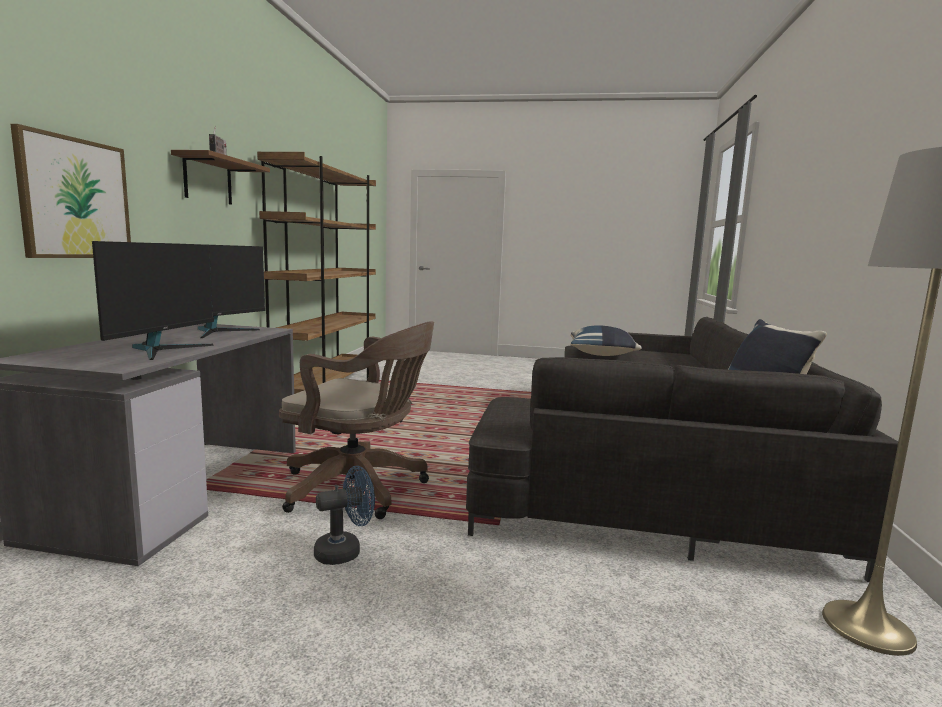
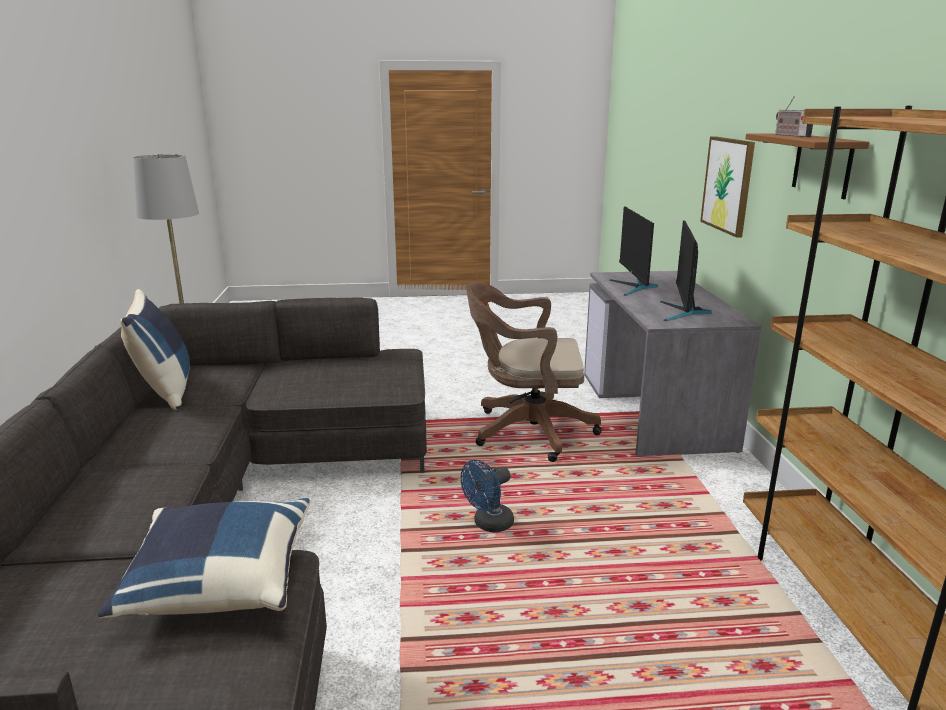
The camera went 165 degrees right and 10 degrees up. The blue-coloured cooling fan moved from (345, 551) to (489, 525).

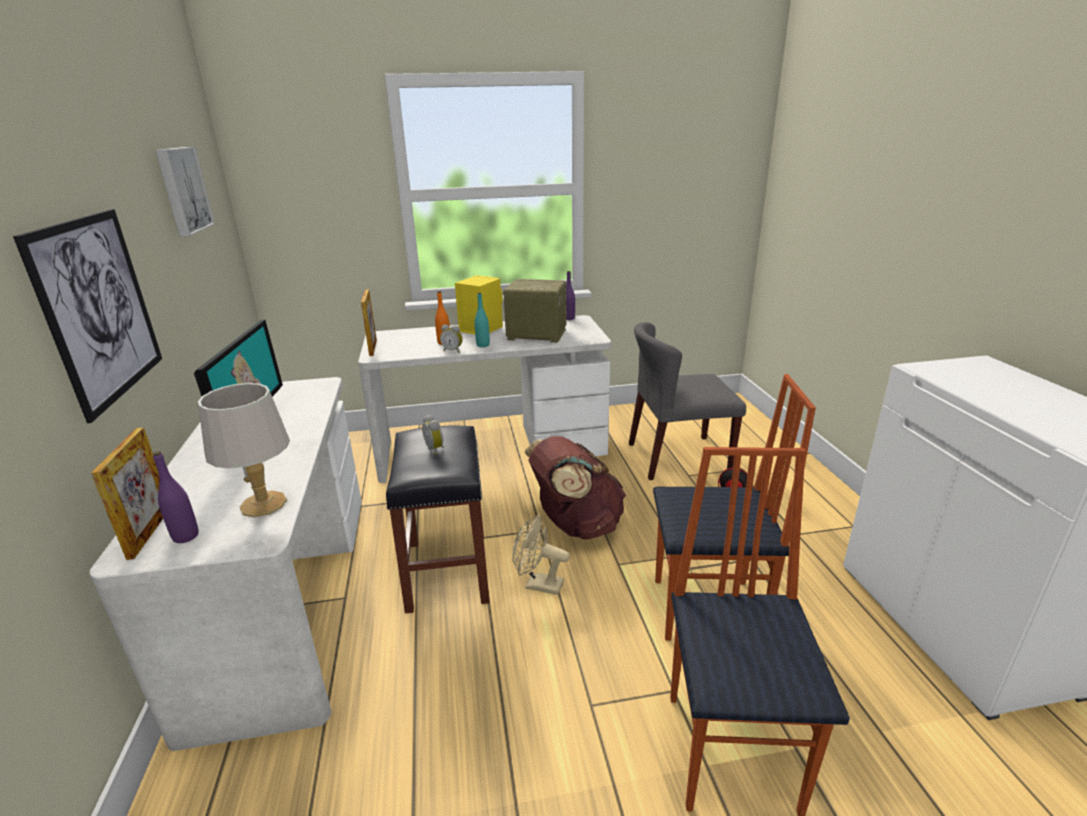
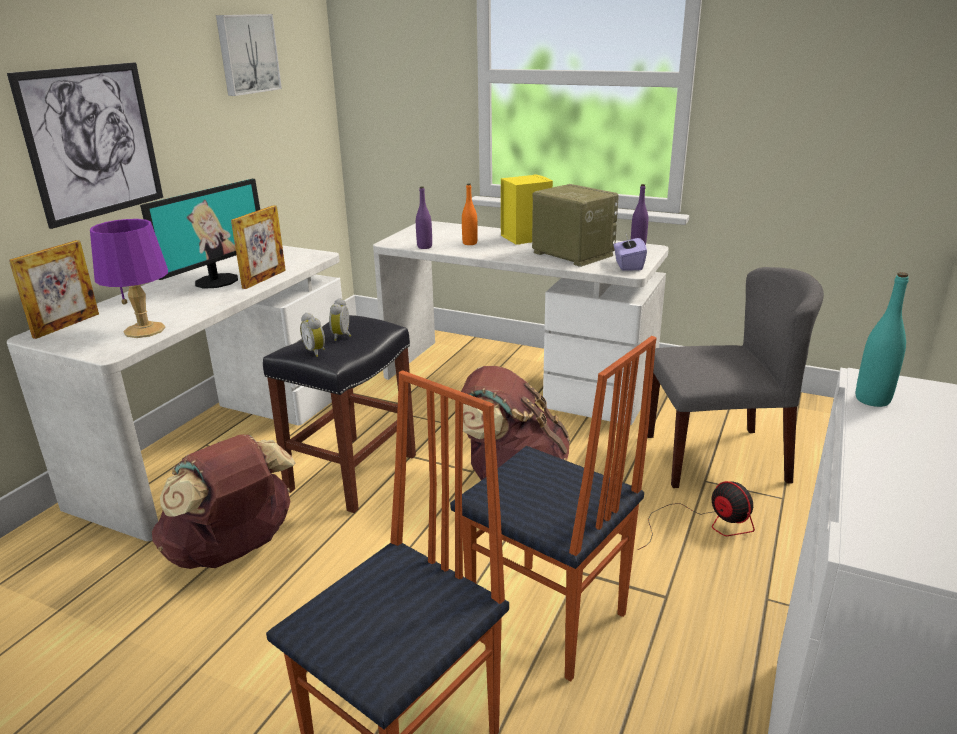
The camera went 35 degrees right and 0 degrees up. The gray lamp for a table at (264, 503) became the purple-coloured lamp for a table at (145, 330). The brown-coloured rucksack at (233, 551) appeared. The picture frame moved from (373, 347) to (264, 279). The alarm clock moved from (453, 350) to (316, 351). The purple-coloured bottle moved from (186, 536) to (424, 247). The purple-coloured tissue box at (628, 265) appeared. The gray plain chair at (677, 457) turned 150 degrees clockwise. The turquoise bottle moved from (483, 345) to (872, 399). The beige-coloured cooling fan at (538, 584) disappeared.

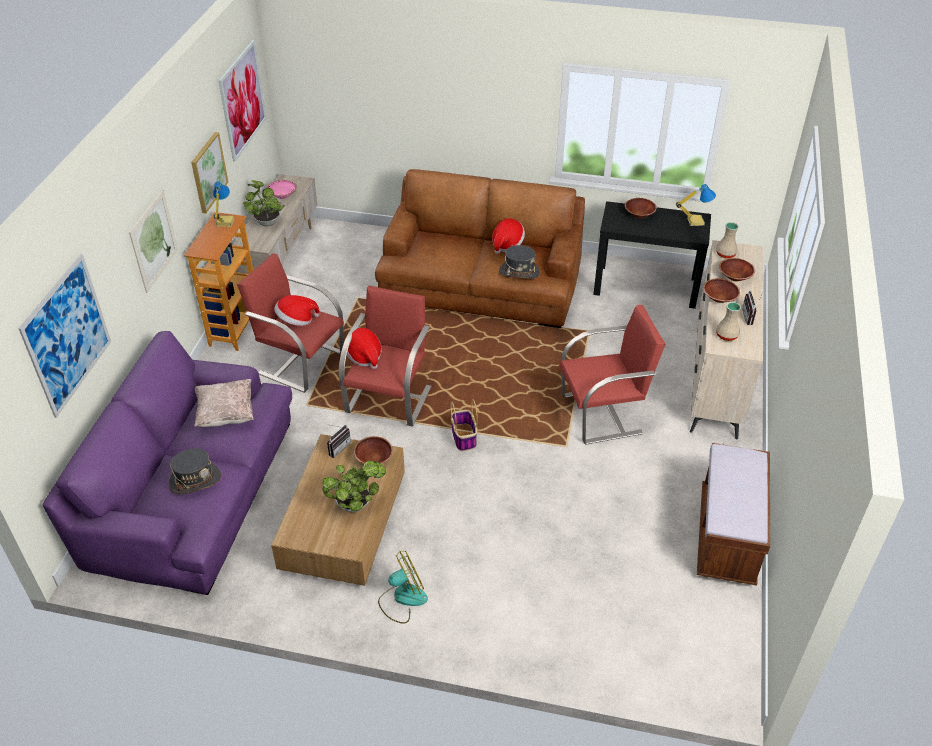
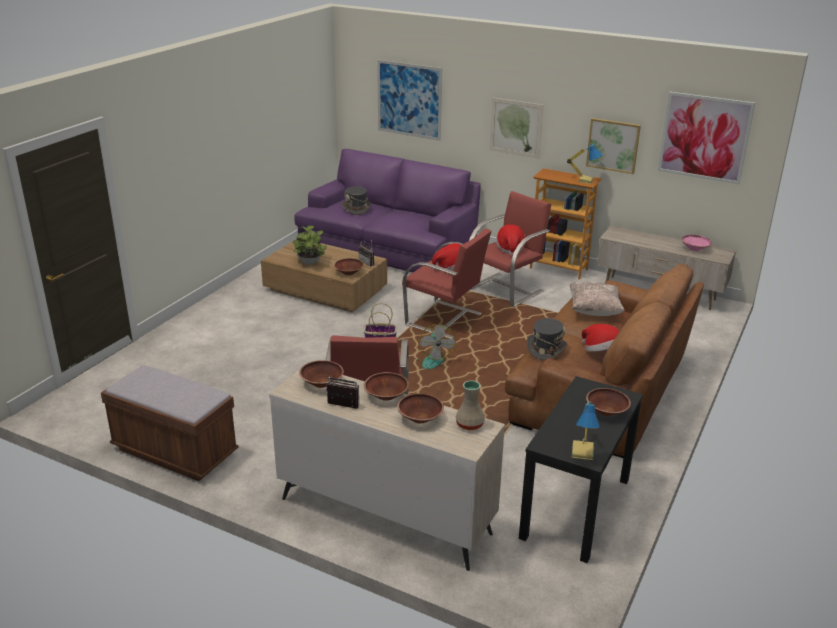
The camera went 105 degrees right and 15 degrees down. The beige-coloured vase at (727, 336) was replaced by the brown-coloured bowl at (321, 383). The cooling fan moved from (402, 599) to (431, 359). The beige-coloured cushion moved from (226, 414) to (594, 311). The plant in a pot at (266, 221) disappeared.

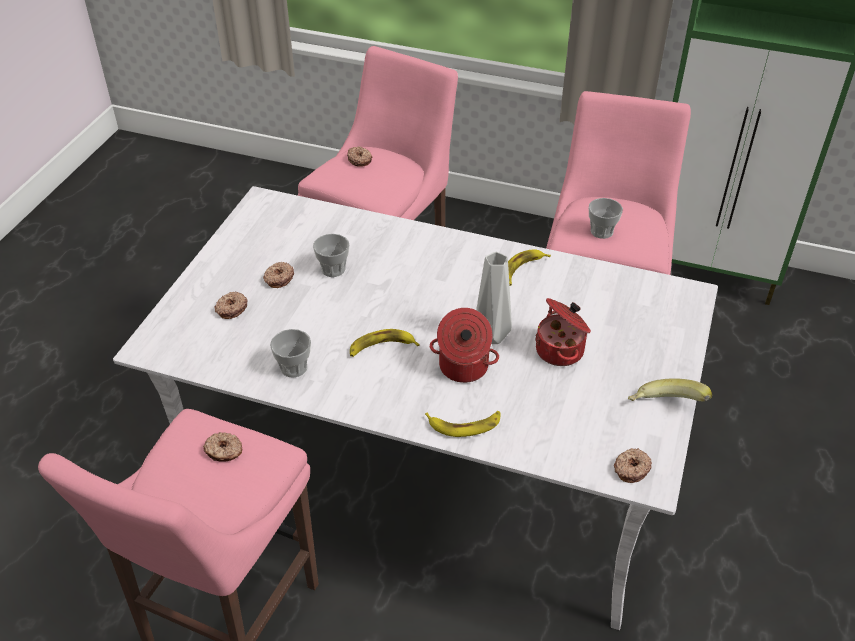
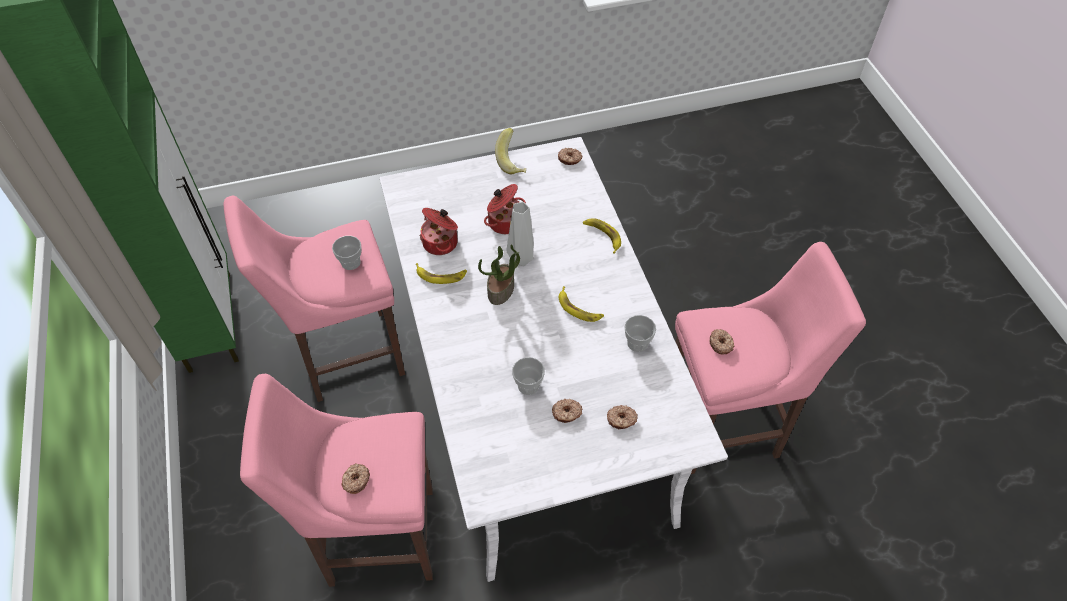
The camera went 125 degrees left and 10 degrees up. The cooking pot moved from (463, 367) to (441, 242). The plant in a pot at (501, 290) appeared.

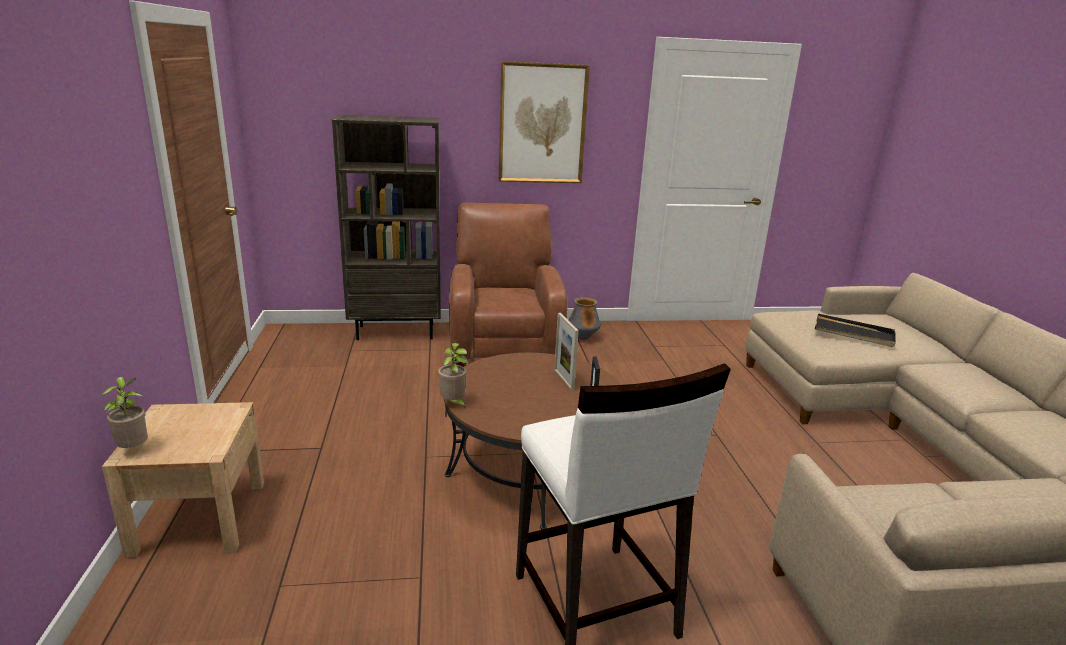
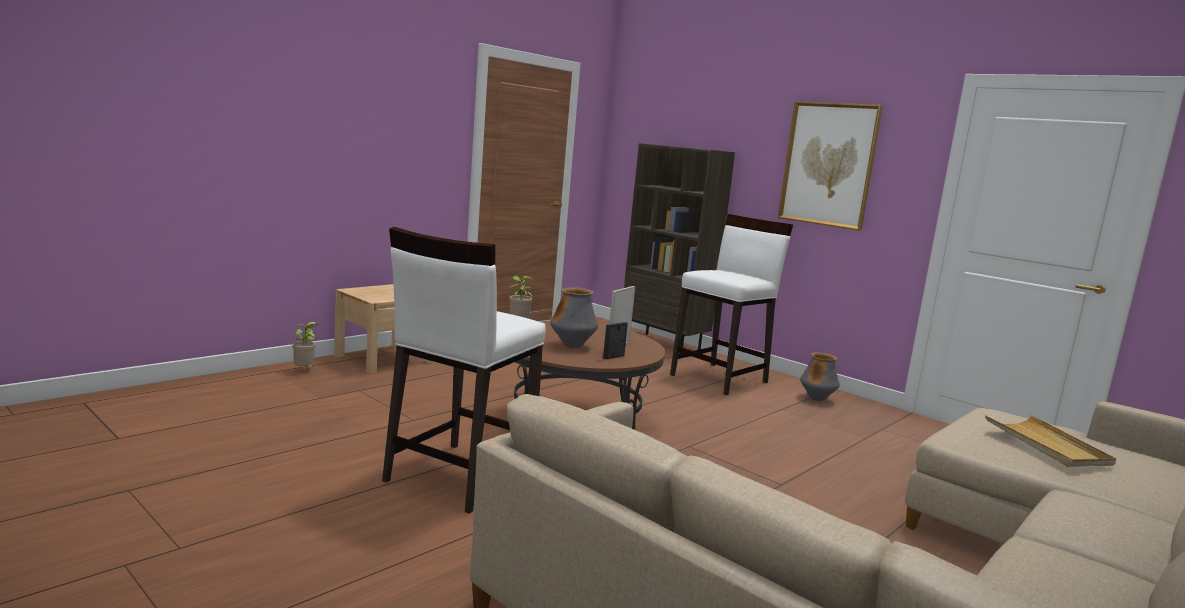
The camera went 50 degrees right and 10 degrees down. The plant in a pot moved from (134, 449) to (304, 370). The vase at (572, 346) appeared. The brown-coloured armchair at (504, 351) was replaced by the white stool at (720, 378). The black-coloured carrying tray at (854, 333) became the beige-coloured carrying tray at (1046, 445).

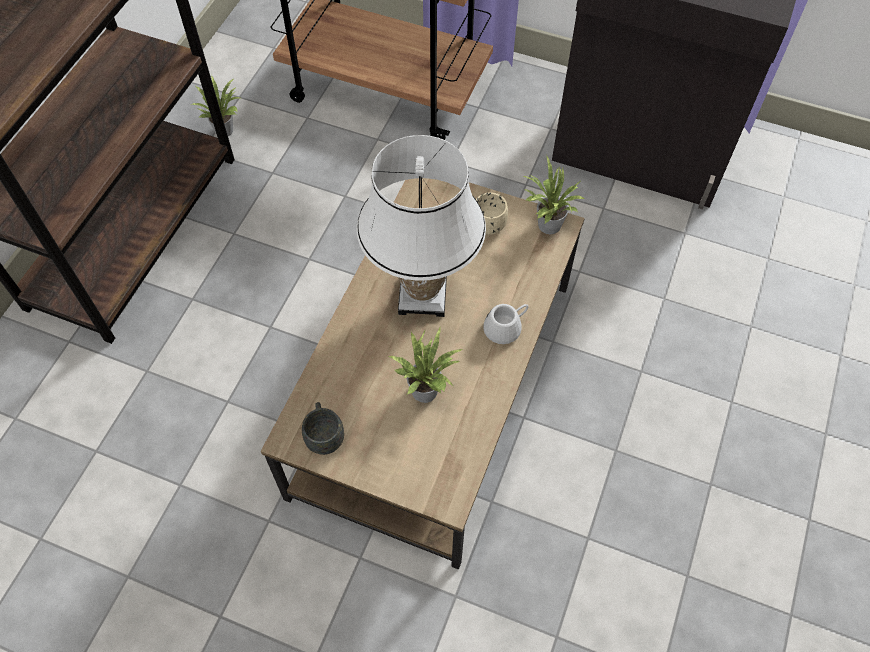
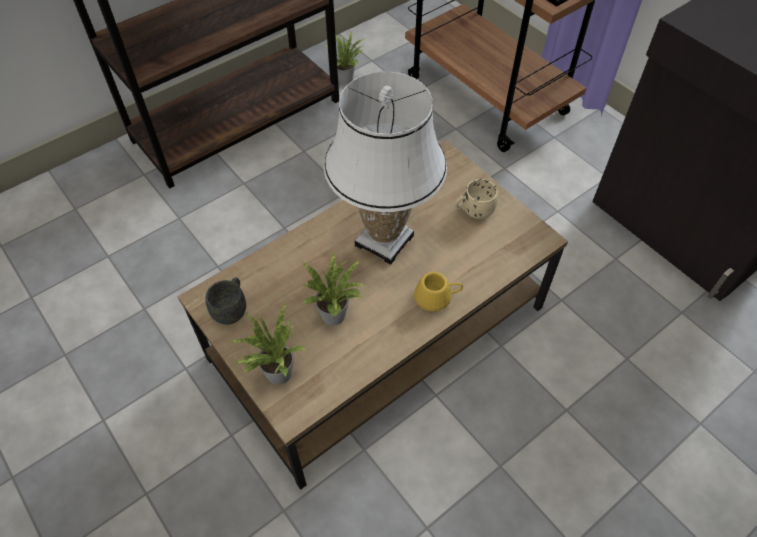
The camera went 30 degrees right and 5 degrees down. The plant in a pot moved from (546, 226) to (275, 372). The white tea mug at (506, 327) became the yellow-coloured tea mug at (437, 297).

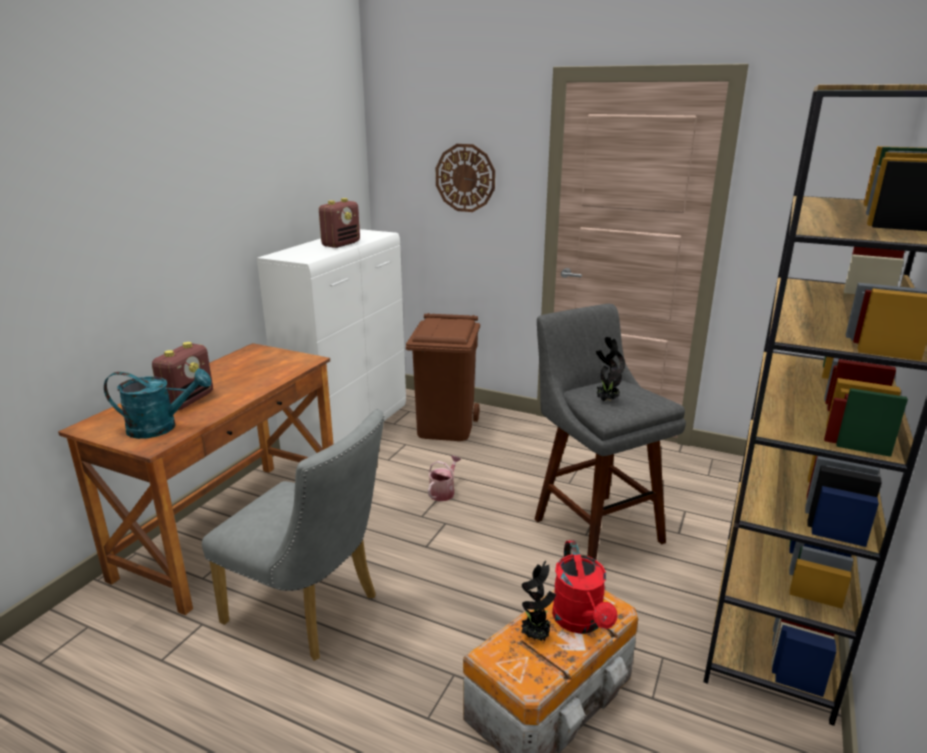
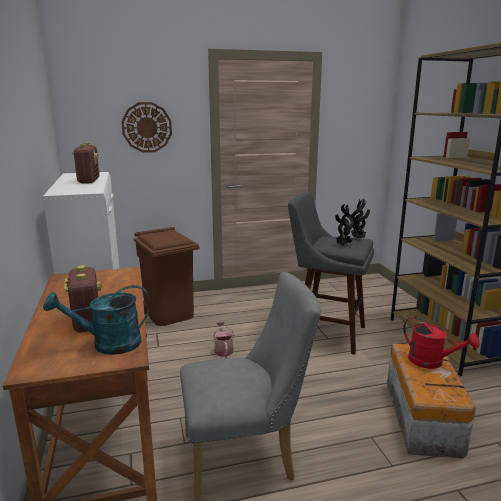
The camera went 40 degrees left and 5 degrees down. The turquoise watering pot at (161, 427) turned 150 degrees counterclockwise. The plant in a pot moved from (536, 636) to (358, 239).

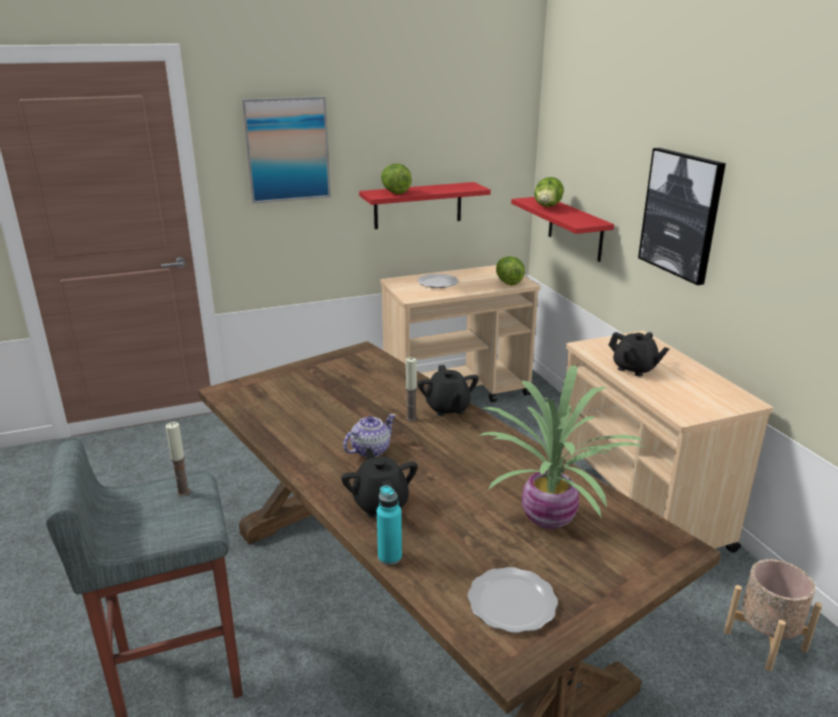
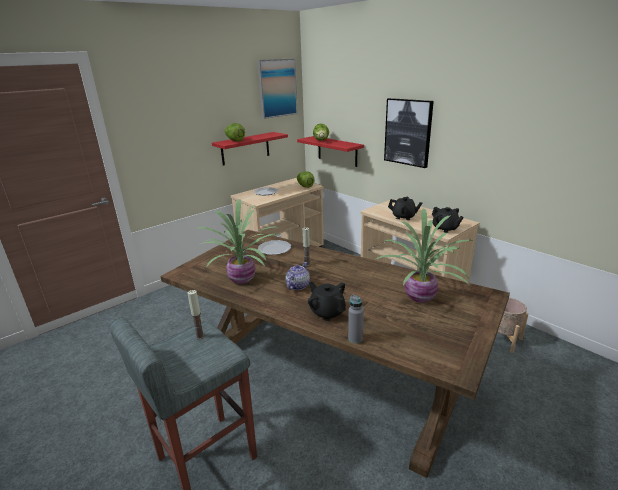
The camera went 20 degrees left and 0 degrees up. The plant in a pot at (244, 279) appeared. The wall picture moved from (287, 149) to (277, 88). The dinner plate moved from (510, 603) to (274, 249). The turquoise bottle at (390, 557) became the gray bottle at (355, 338). The black-coloured teapot moved from (447, 408) to (445, 229).

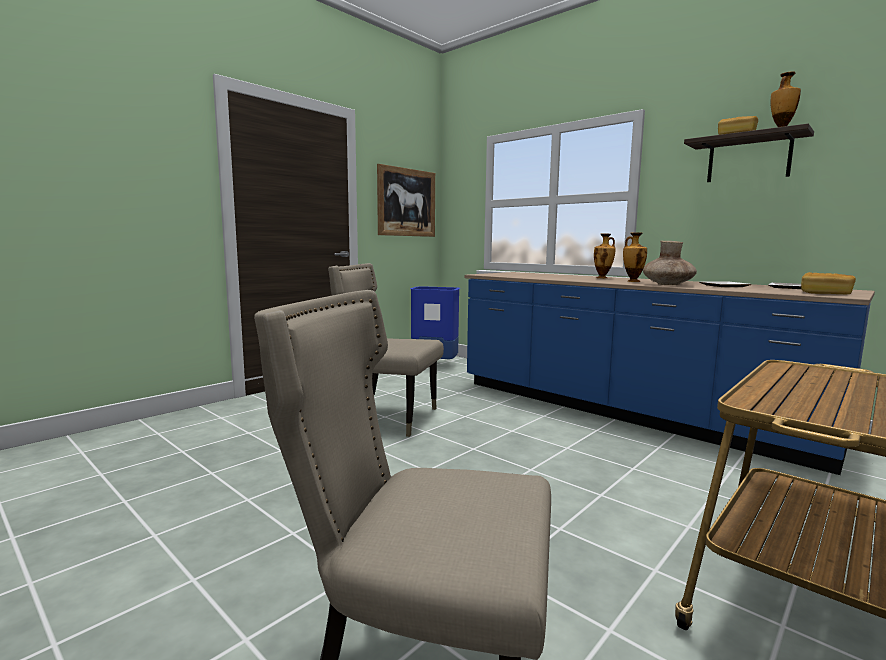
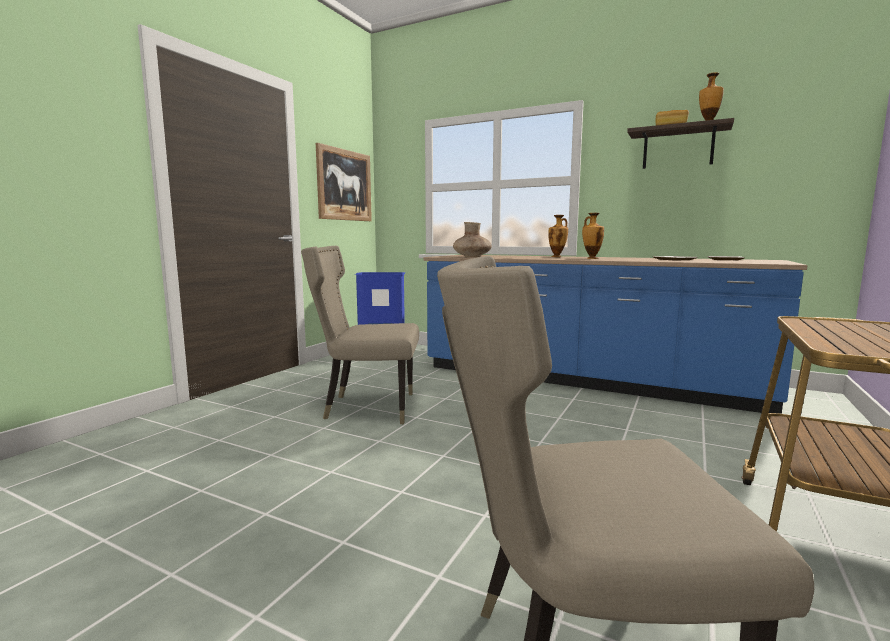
The camera went 15 degrees left and 0 degrees up. The brown-coloured vase moved from (668, 284) to (472, 257). The baked bread at (825, 294) disappeared.

